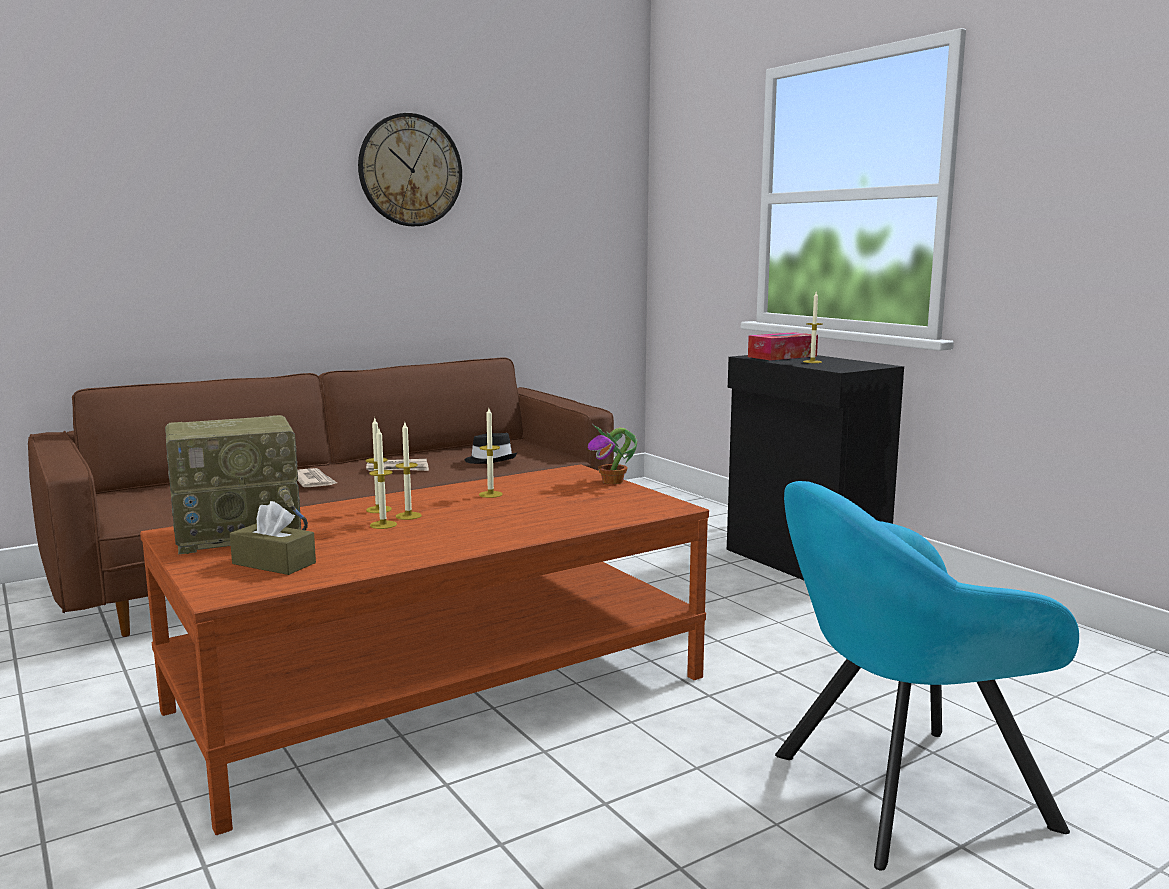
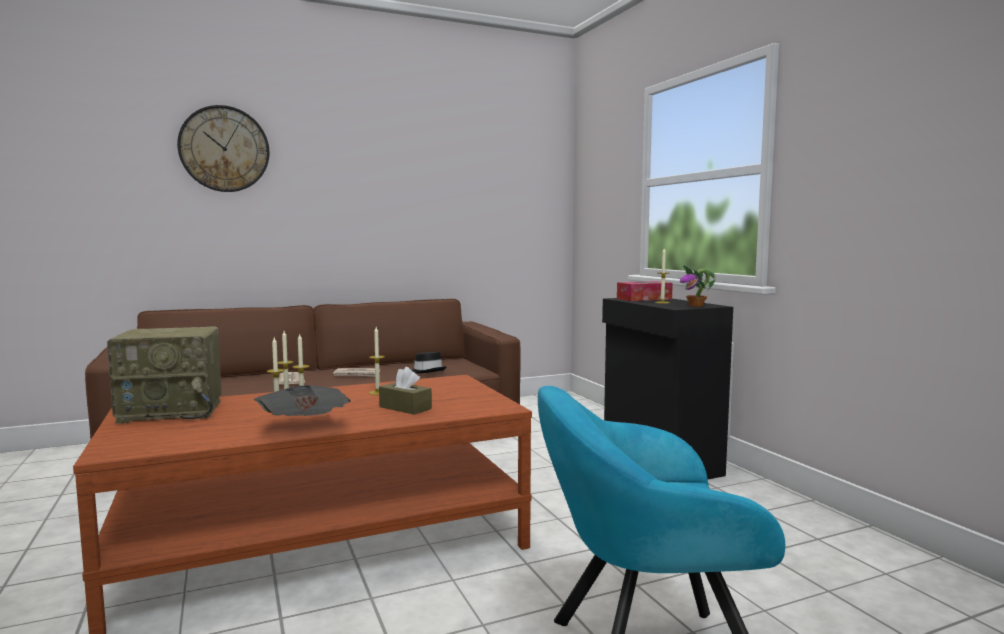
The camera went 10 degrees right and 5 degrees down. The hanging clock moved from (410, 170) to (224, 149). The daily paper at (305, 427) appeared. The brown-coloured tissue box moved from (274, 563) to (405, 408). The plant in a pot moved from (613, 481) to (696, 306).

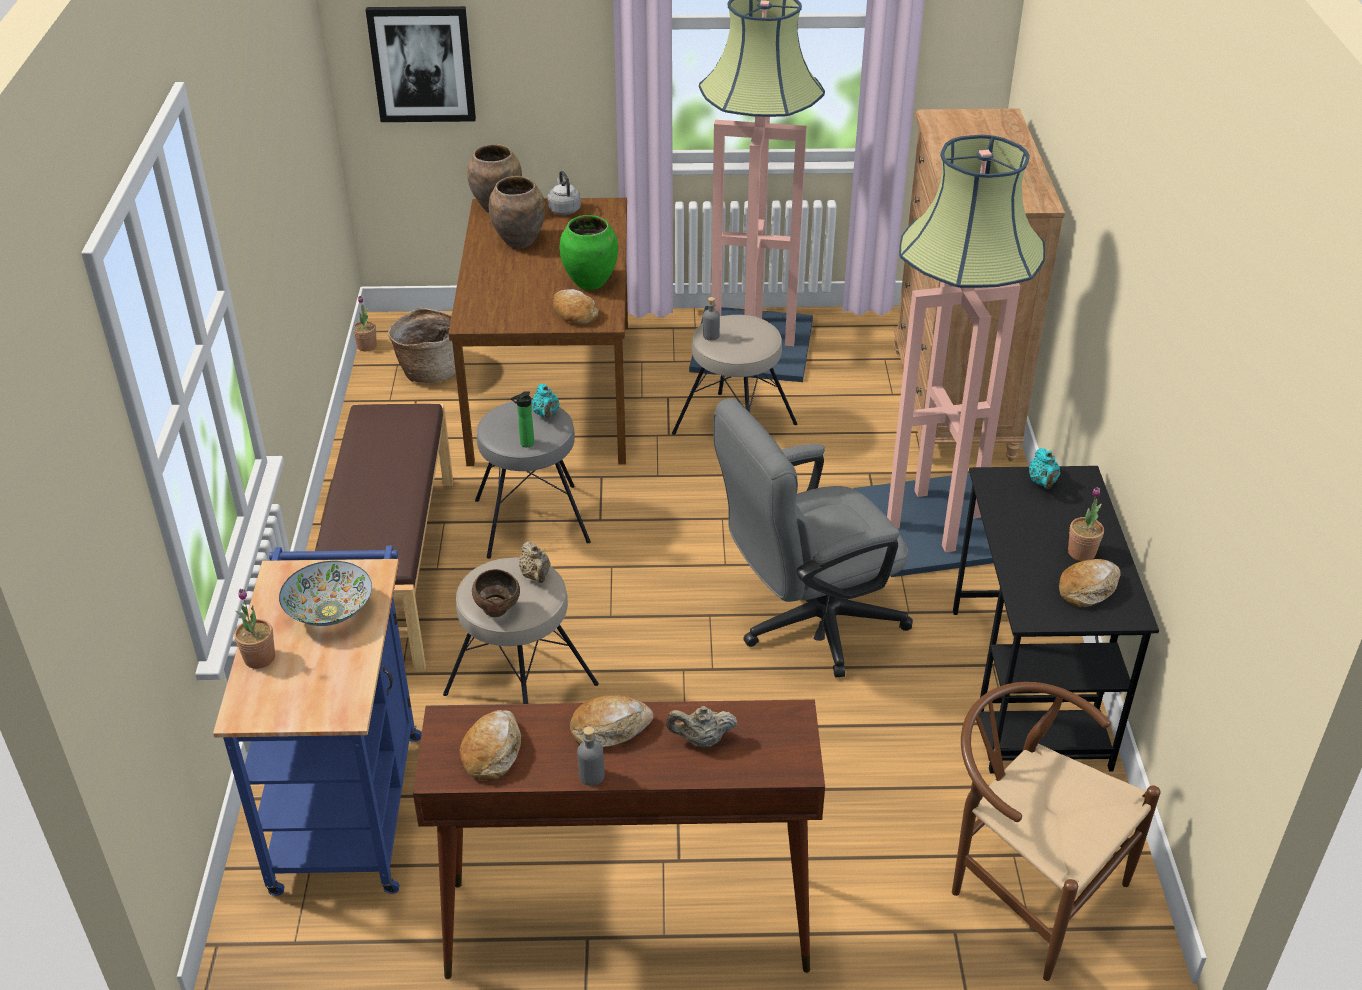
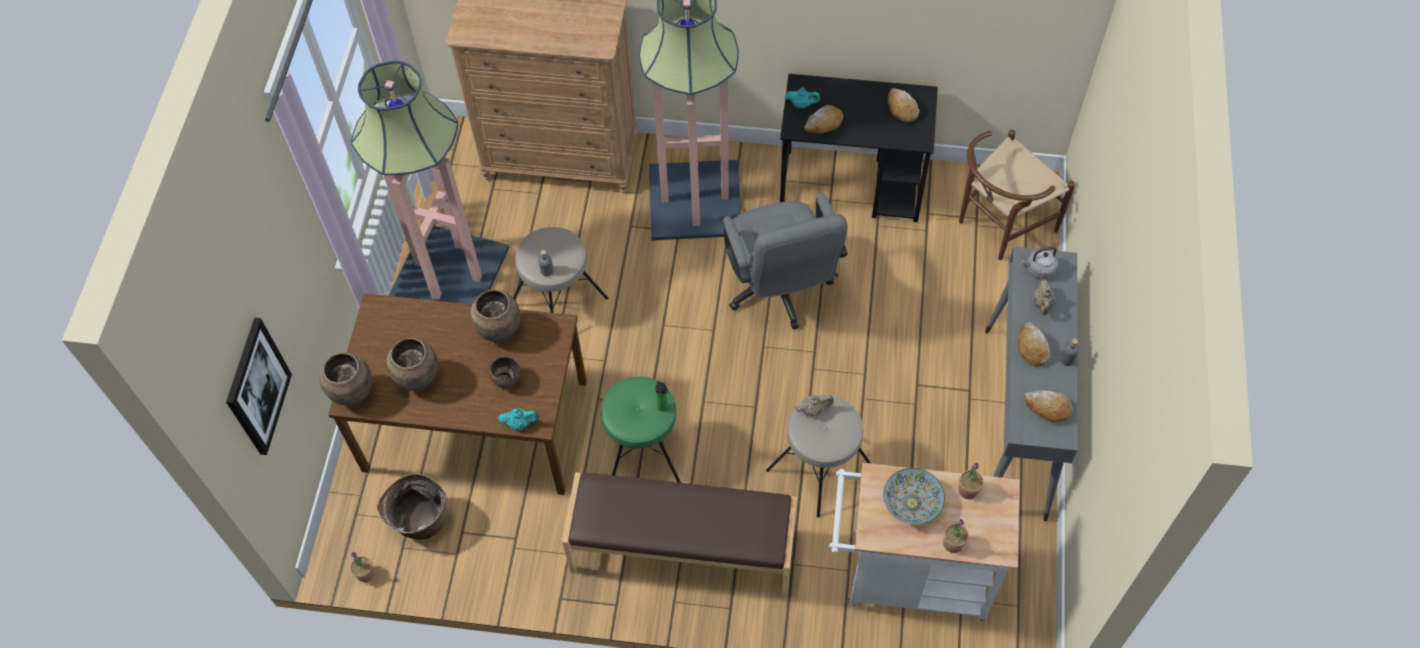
The camera went 80 degrees left and 20 degrees up. The green-coloured vase at (590, 282) became the brown-coloured vase at (499, 332). The brown-coloured bowl moved from (498, 611) to (506, 381). The turquoise teapot moved from (546, 414) to (520, 423). The gray stool at (532, 521) became the green-coloured stool at (643, 450). The baked bread moved from (574, 314) to (823, 124). The blue-coloured trolley at (349, 800) became the white trolley at (908, 577). The plant in a pot moved from (1081, 552) to (968, 490). The brown-coloured console table at (625, 926) became the gray console table at (1015, 423). The gray tea kettle moved from (564, 209) to (1038, 270).

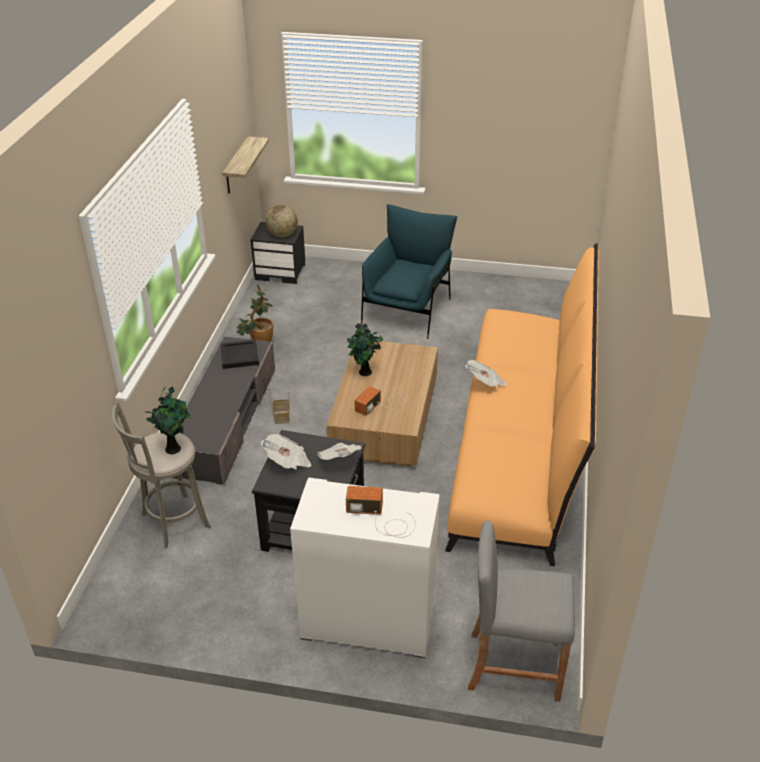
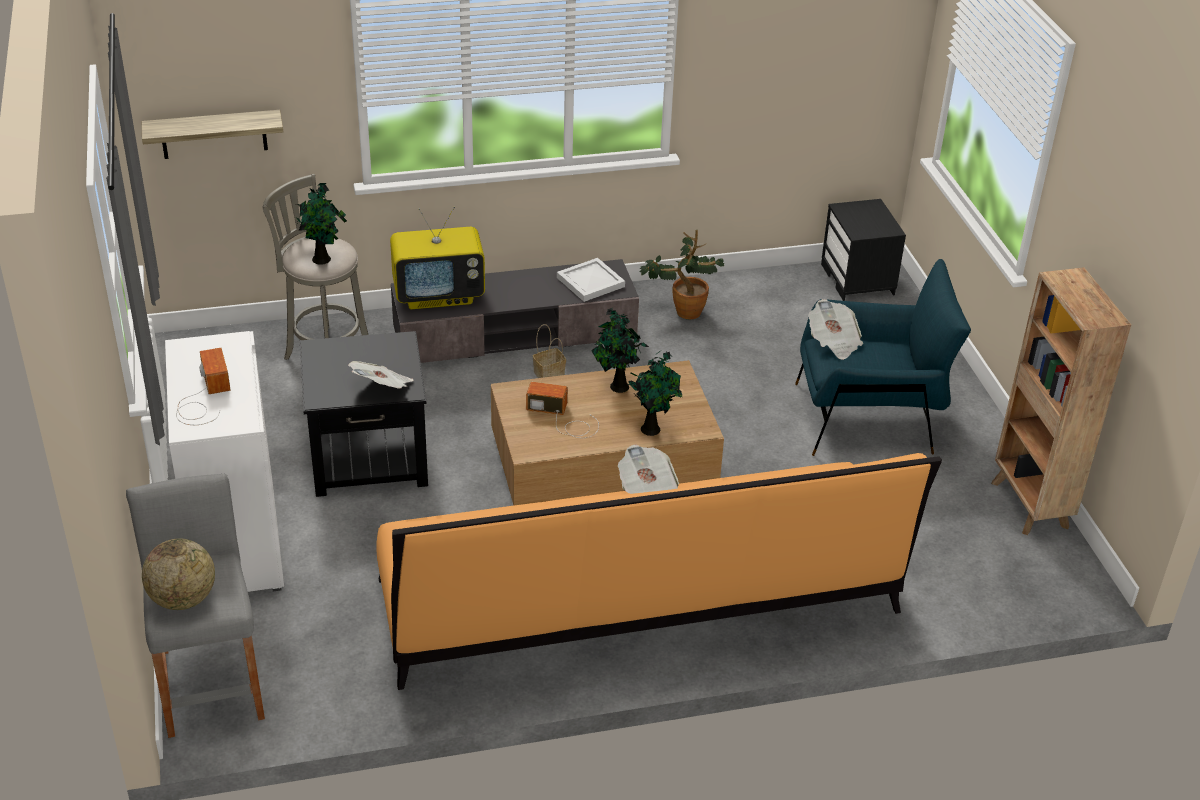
The camera went 65 degrees right and 0 degrees up. The bracket shelf moved from (236, 166) to (214, 134). The desk globe moved from (282, 234) to (183, 599). The television at (439, 295) appeared. The black-coloured carrying tray at (239, 356) became the white carrying tray at (589, 282). The plant in a pot at (652, 428) appeared. The daily paper moved from (287, 462) to (834, 342). The brown-coloured shelving unit at (1030, 506) appeared.

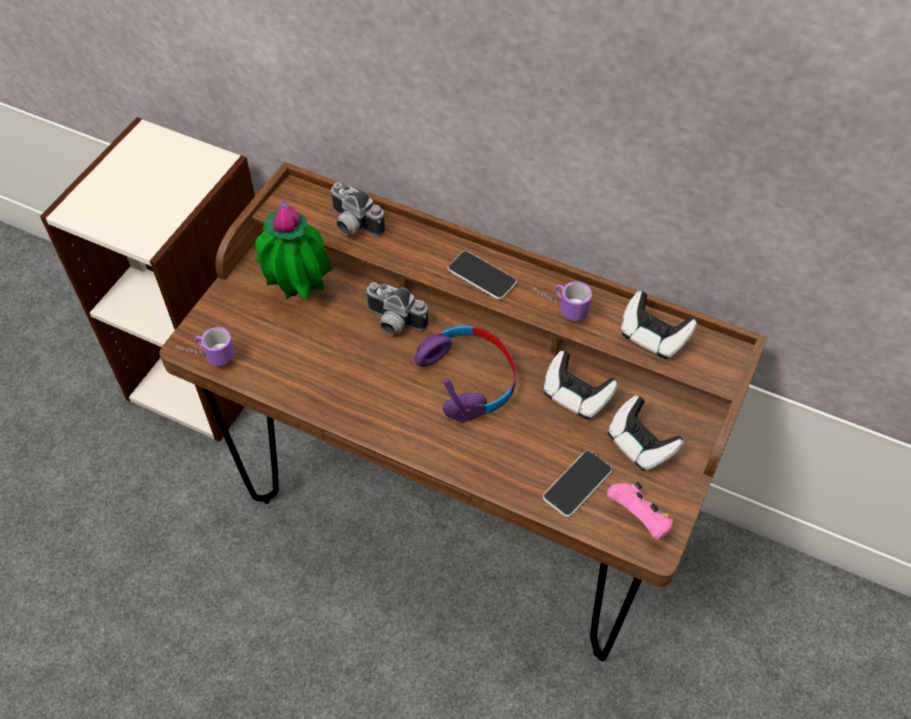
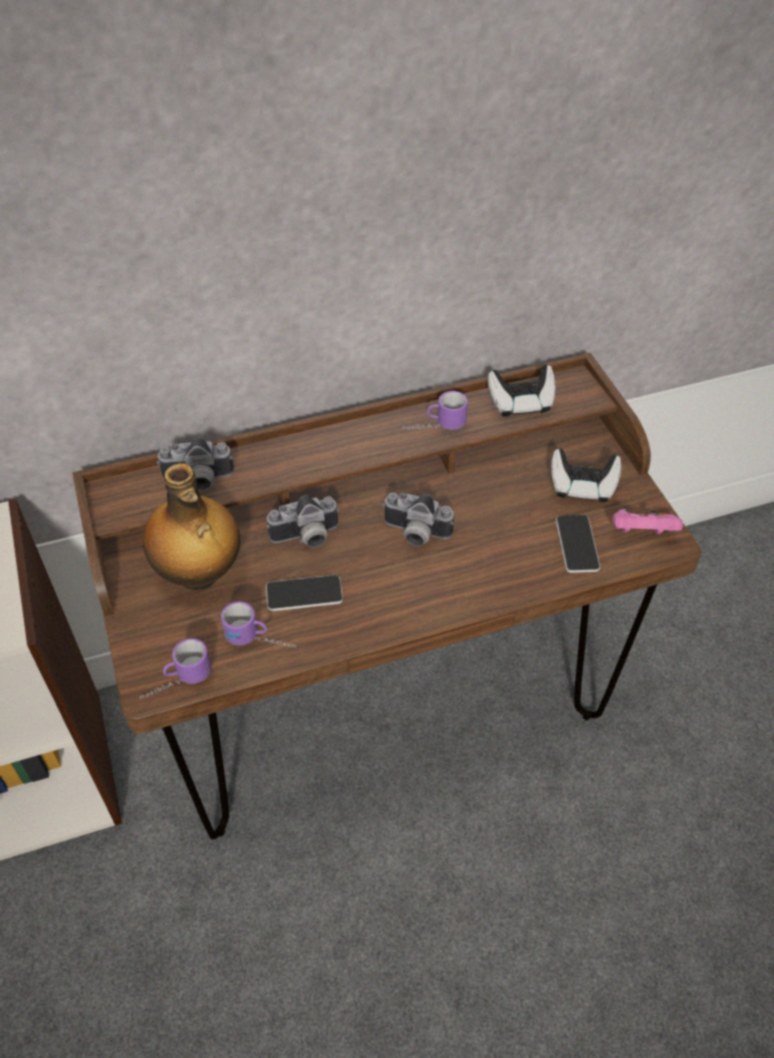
The camera went 45 degrees left and 5 degrees down. The plant in a pot at (299, 294) was replaced by the bottle at (199, 574). The tea mug at (261, 642) appeared. The phone moved from (482, 276) to (304, 594). The purple-coloured headset at (468, 379) was replaced by the photo camera at (415, 534). The gamepad at (576, 396) disappeared.

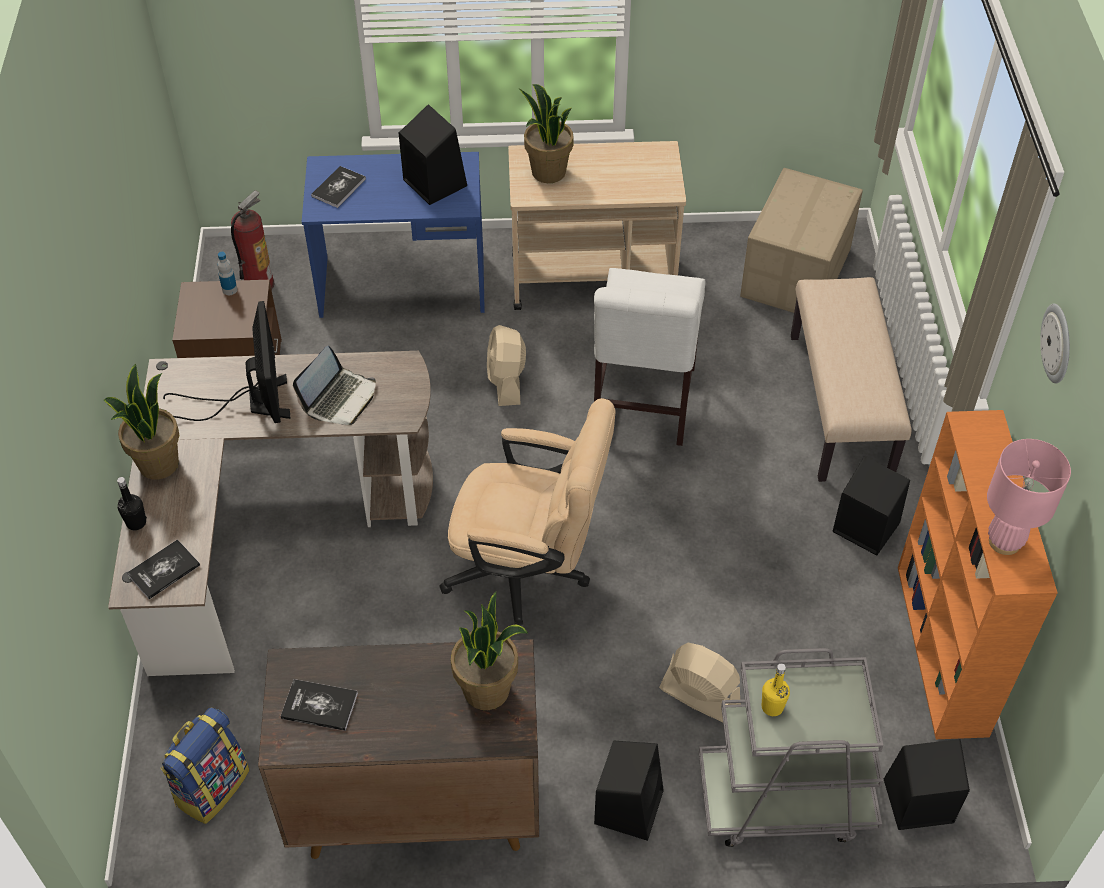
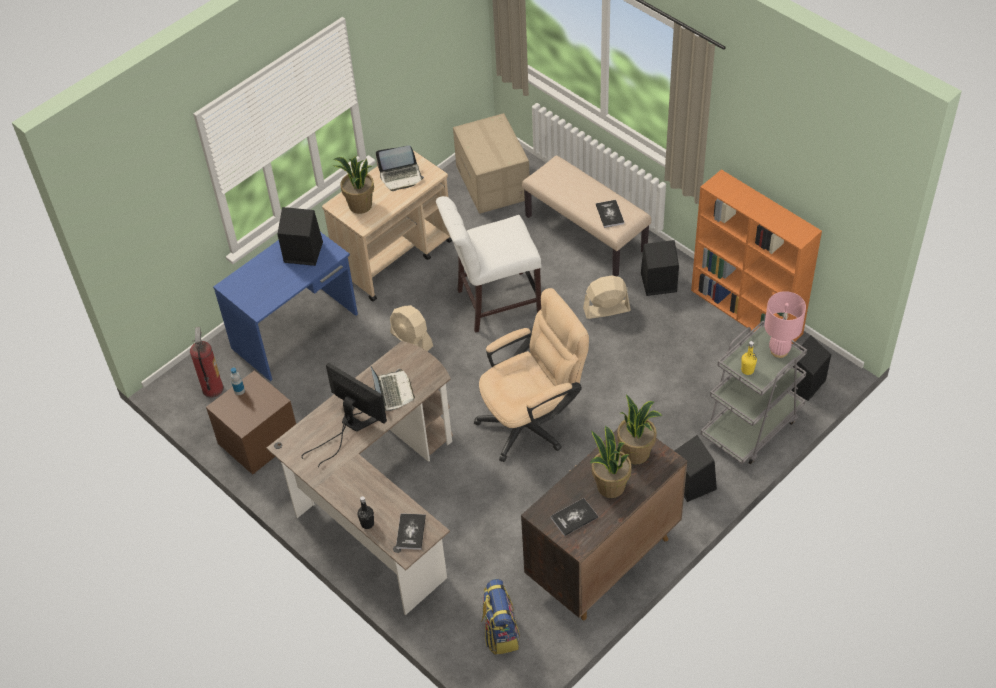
The camera went 40 degrees left and 0 degrees up. The laptop at (401, 176) appeared. The white plain chair at (641, 406) turned 105 degrees clockwise. The beige-coloured cooling fan moved from (699, 696) to (606, 309). The plant in a pot moved from (158, 463) to (610, 487). The book moved from (338, 188) to (609, 214). The pink lamp for a table moved from (1004, 542) to (779, 351). The hanging clock at (1057, 343) disappeared.

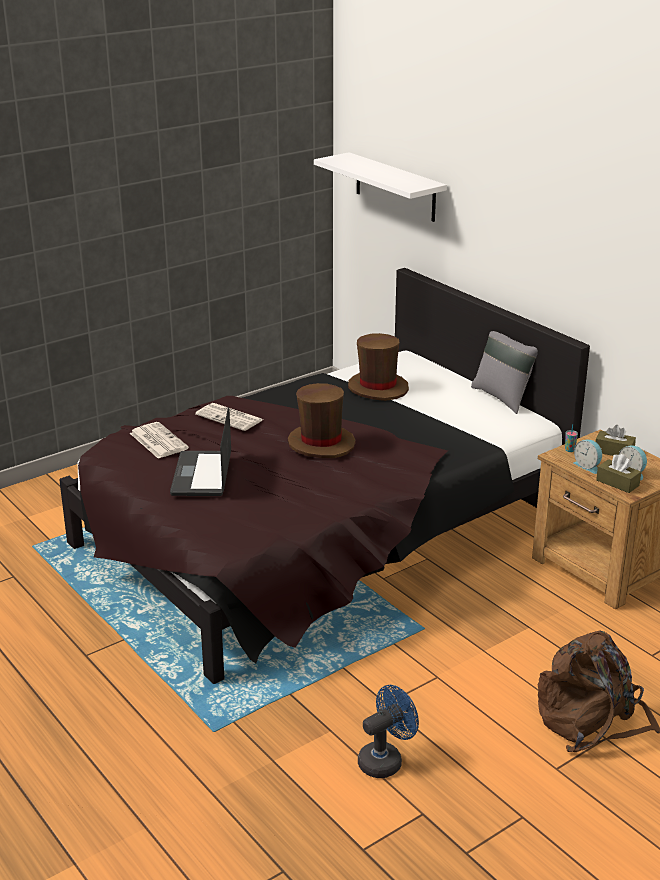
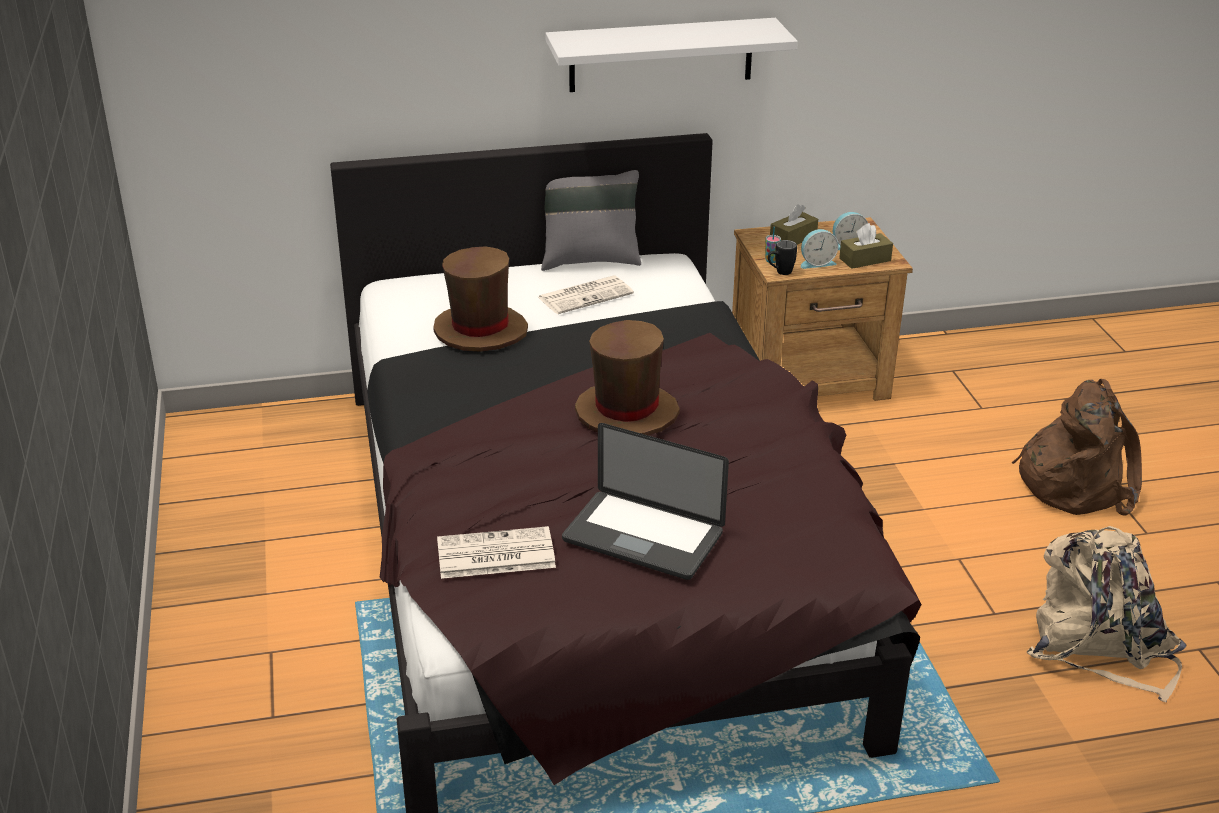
The camera went 65 degrees left and 5 degrees up. The daily paper moved from (230, 417) to (586, 295). The white bracket shelf moved from (395, 187) to (661, 55). The black-coloured tea mug at (780, 272) appeared. The blue-coloured cooling fan at (385, 760) was replaced by the beige-coloured rucksack at (1099, 647).

